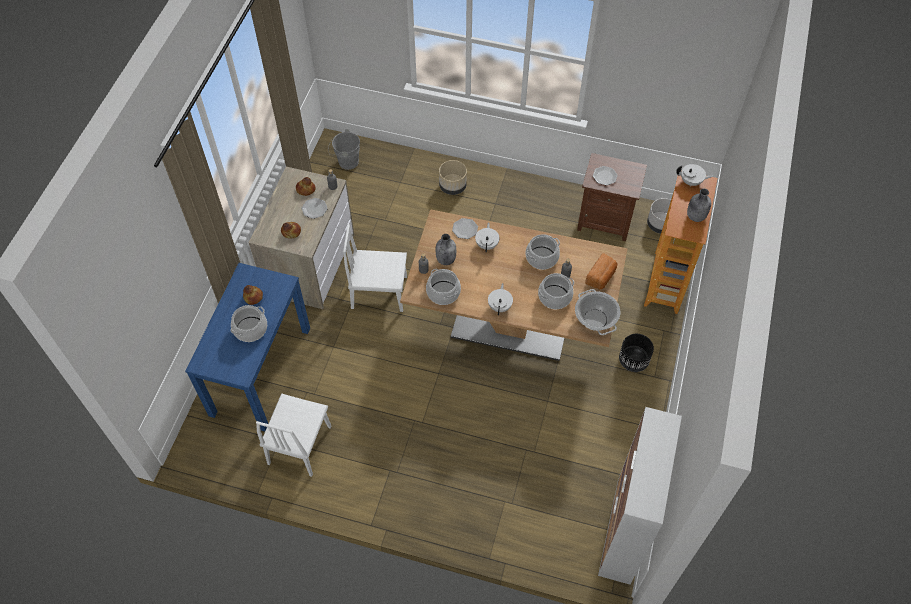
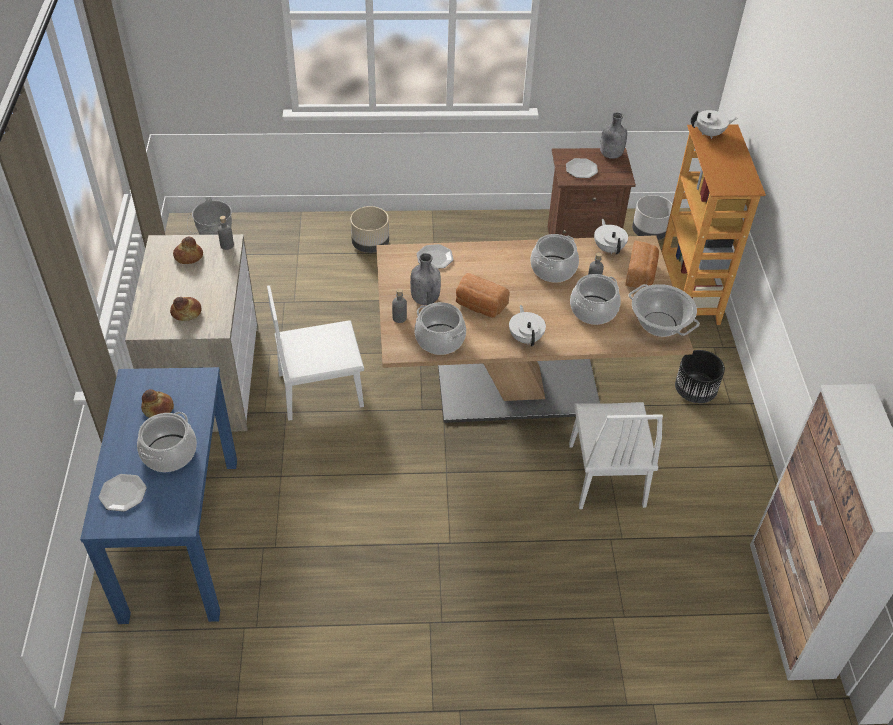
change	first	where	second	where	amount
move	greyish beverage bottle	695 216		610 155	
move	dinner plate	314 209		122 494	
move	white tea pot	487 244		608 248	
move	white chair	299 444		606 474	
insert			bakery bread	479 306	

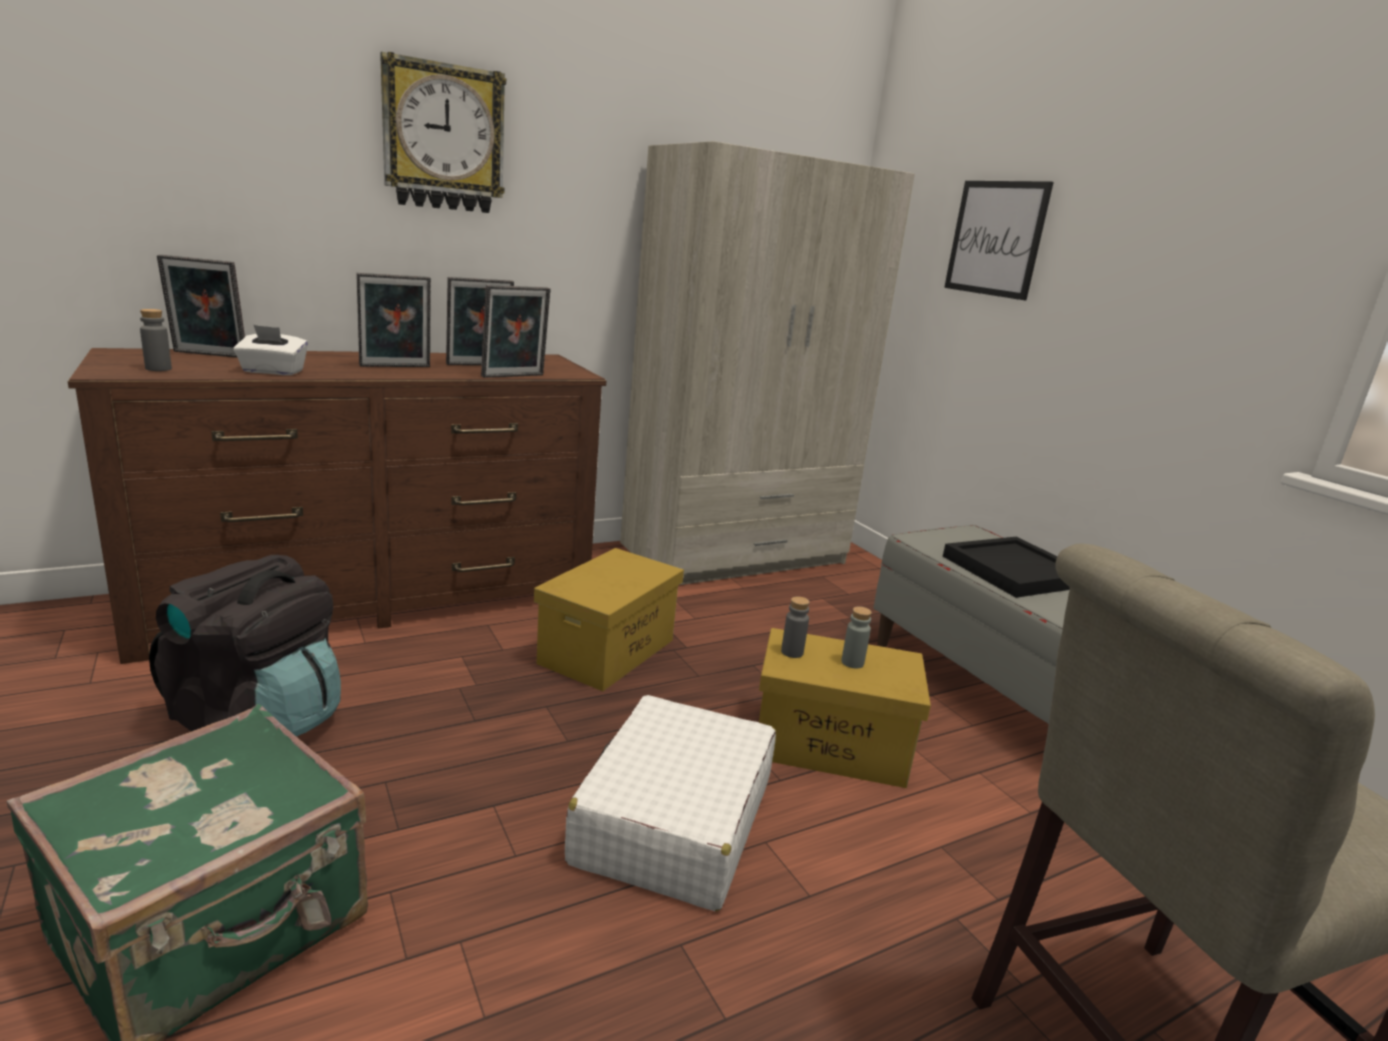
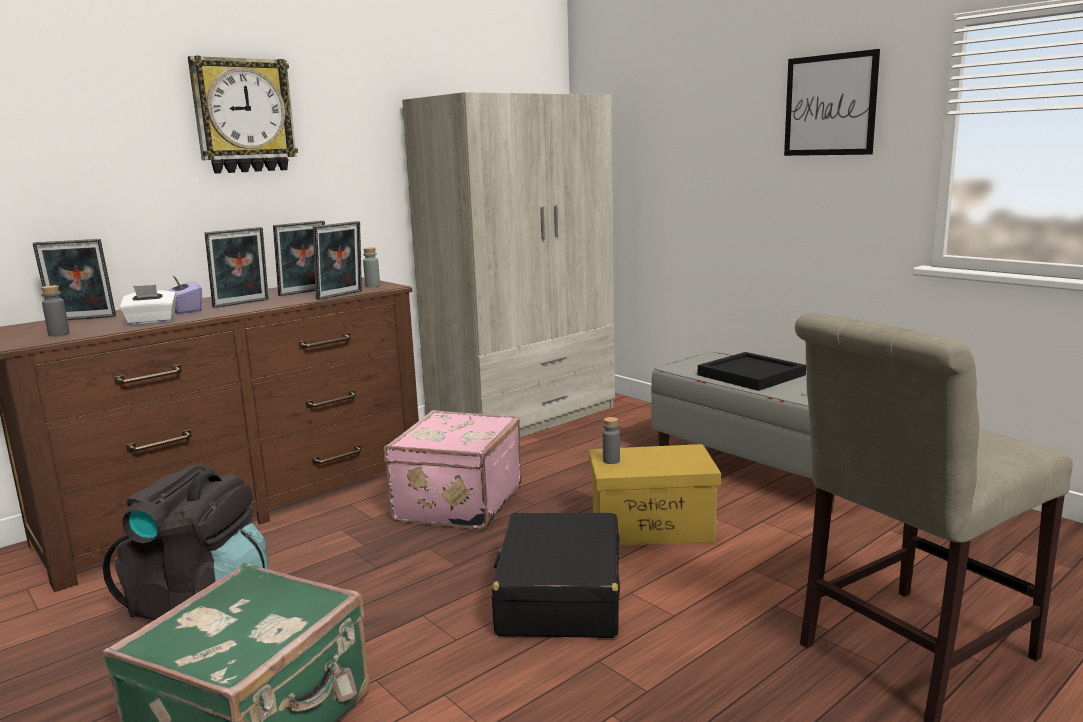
change	first	where	second	where	amount
move	wall picture	996 238		830 105	
replace	yellow-coloured storage box	607 652	pink travel case	456 503	
move	greyish beverage bottle	852 662		372 286	
recolor	white travel case	673 821	blackish travel case	560 595	
insert			purplish tissue holder	184 310	

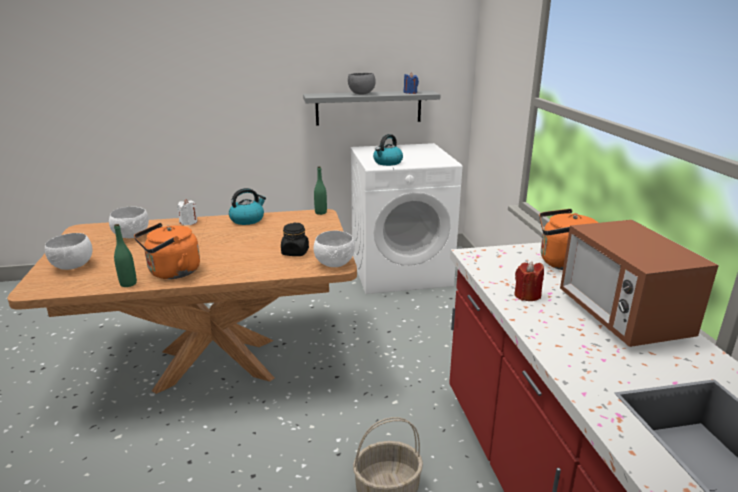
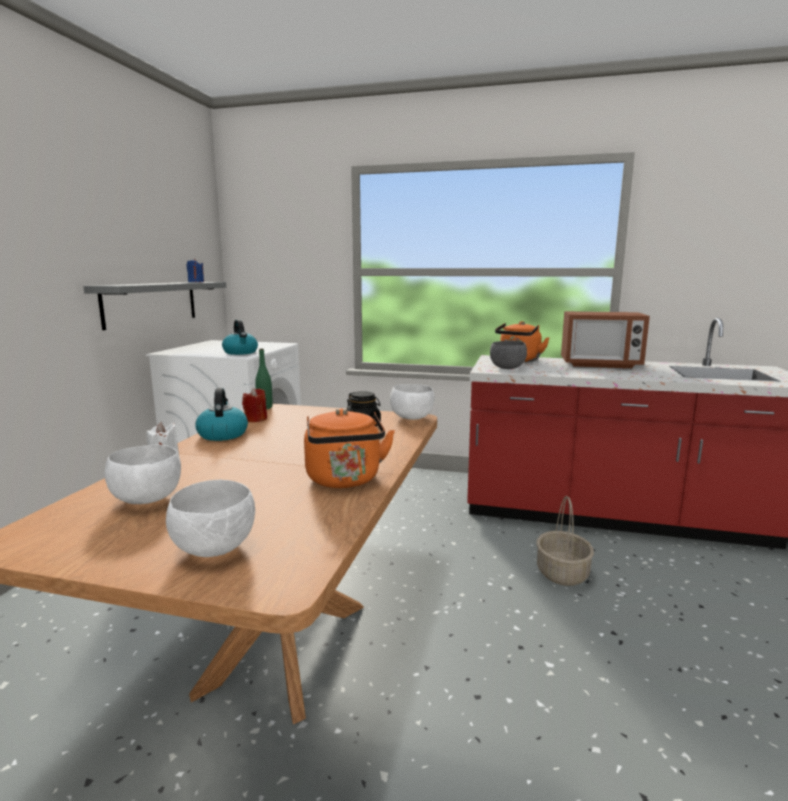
change	first	where	second	where	amount
move	greyish deep dish	361 94		508 368	
delete	green-coloured beverage bottle	128 284			
move	reddish candle	527 295		255 419	

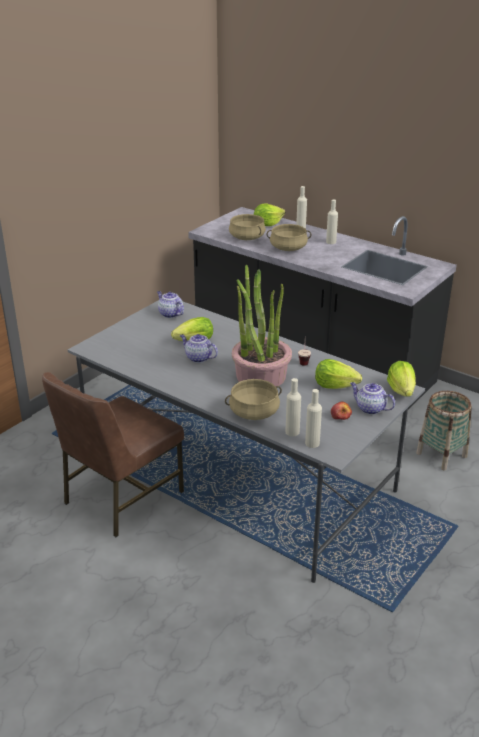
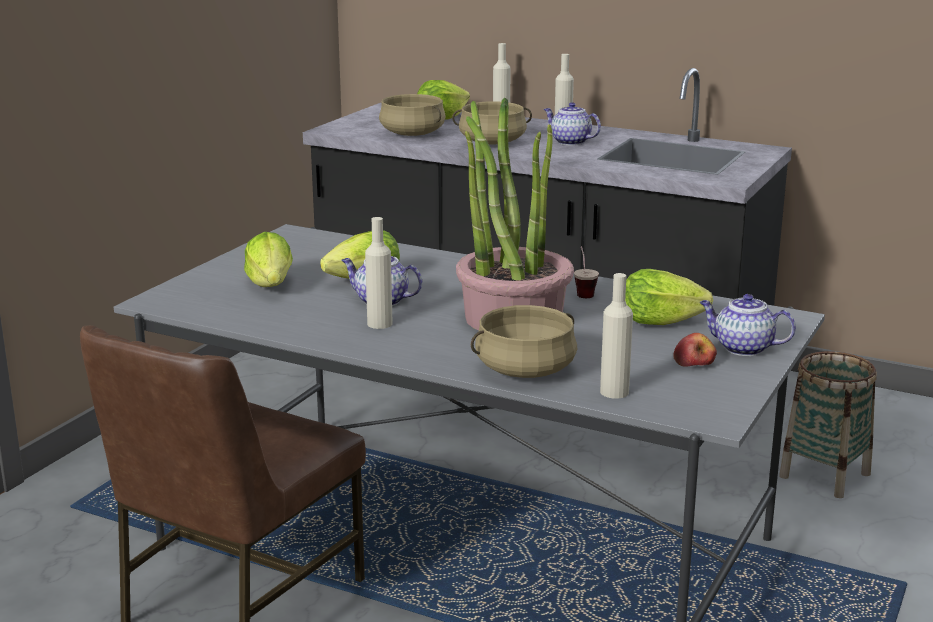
change	first	where	second	where	amount
move	tea pot	170 314		569 142	
move	head of lettuce	401 390		271 285	
move	beige beverage bottle	312 443		379 324	

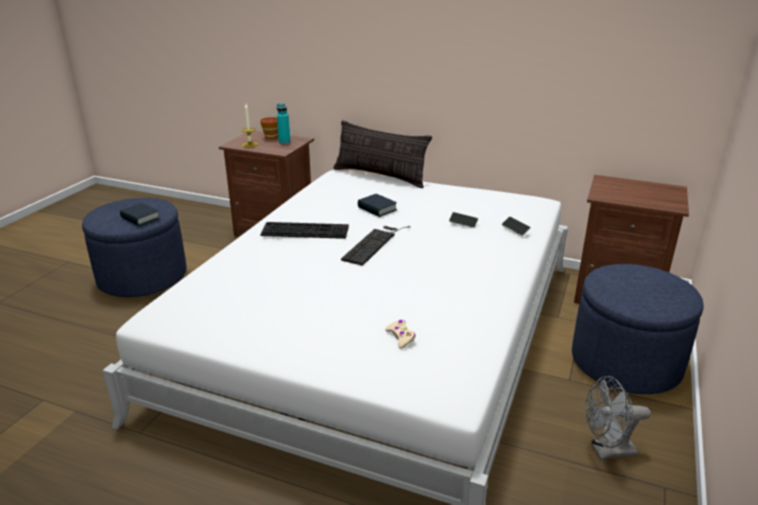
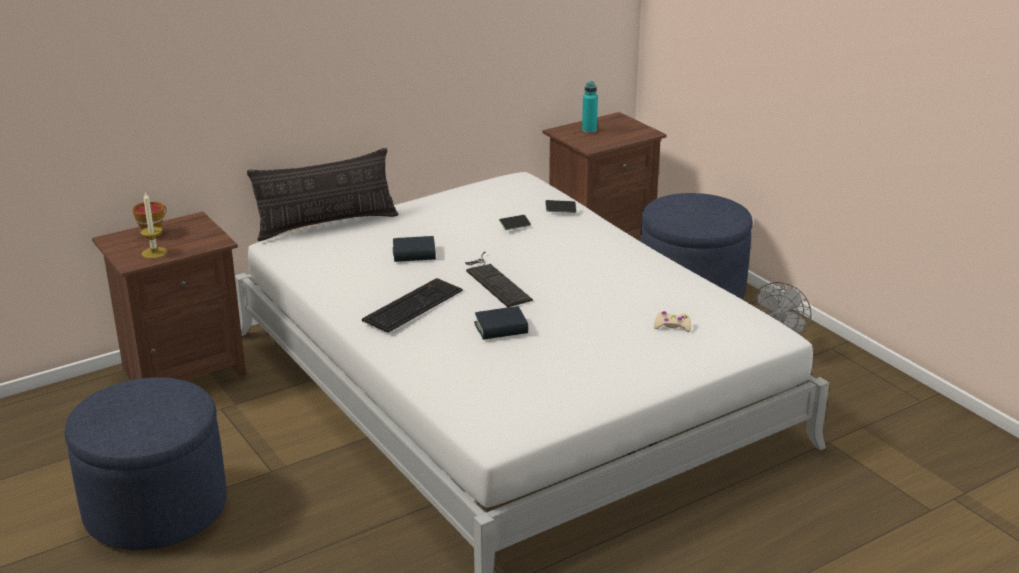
change	first	where	second	where	amount
move	turquoise beverage bottle	284 142		589 130	
move	volume	140 218		501 328	

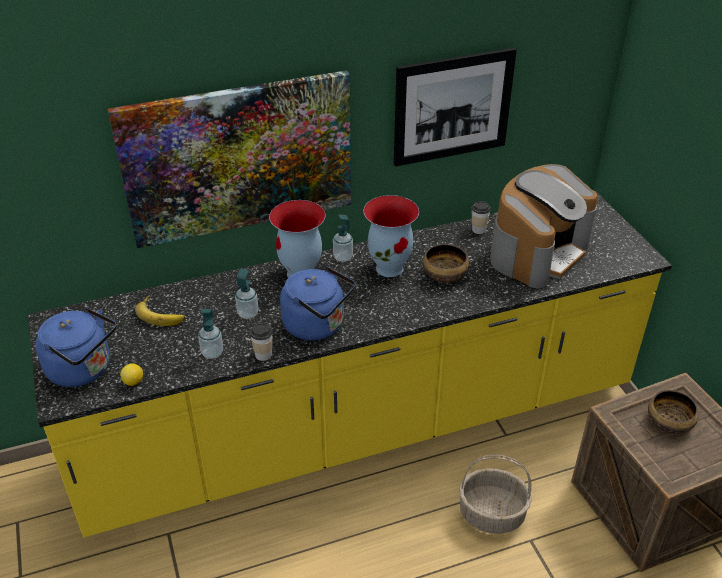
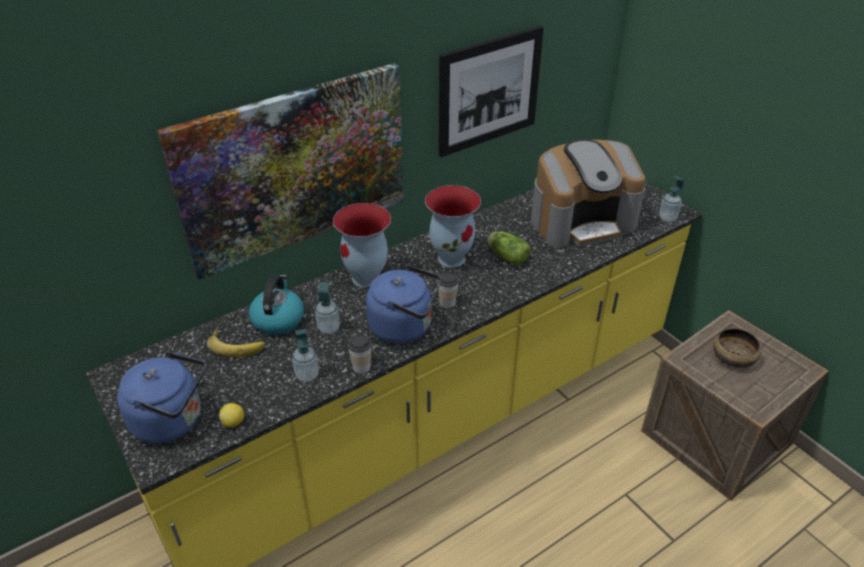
change	first	where	second	where	amount
rotate	coffee brewer	538 252		582 221	45 degrees clockwise
move	drinking cup	478 229		447 302	
move	soap bottle	343 257		667 218	
replace	deep dish	444 275	head of lettuce	506 256	
delete	storage basket	492 513			
insert			water kettle	278 319	

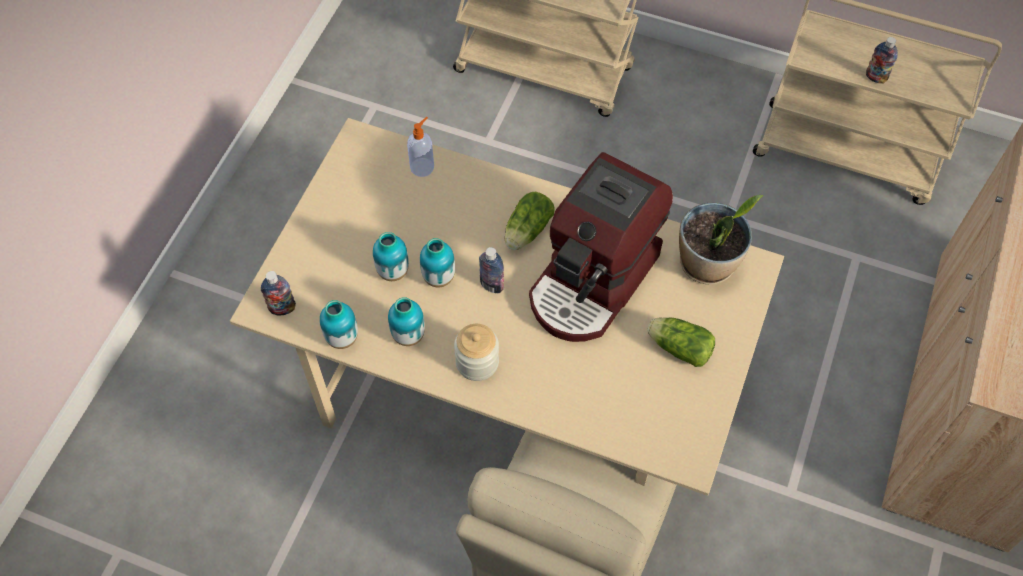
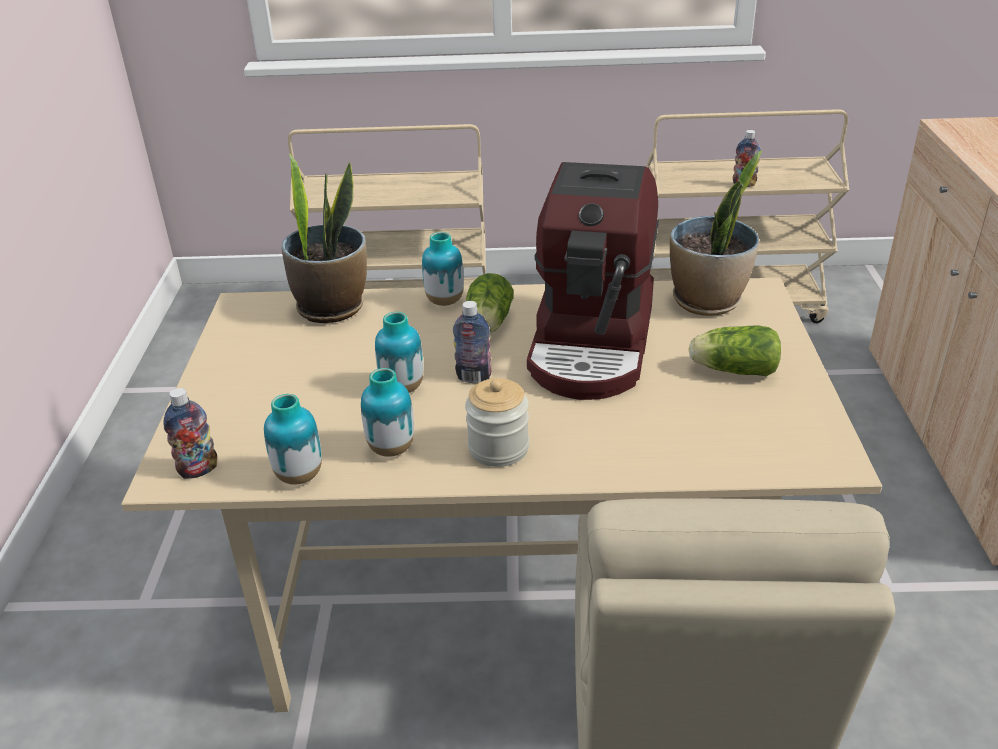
change	first	where	second	where	amount
replace	soap bottle	422 166	houseplant	332 307	
move	vase	393 272		445 301	

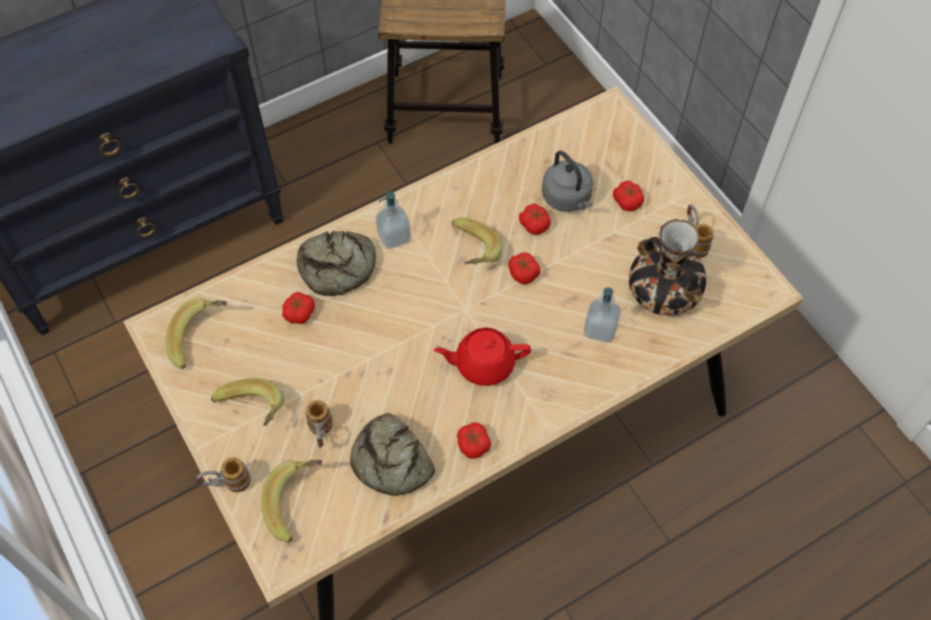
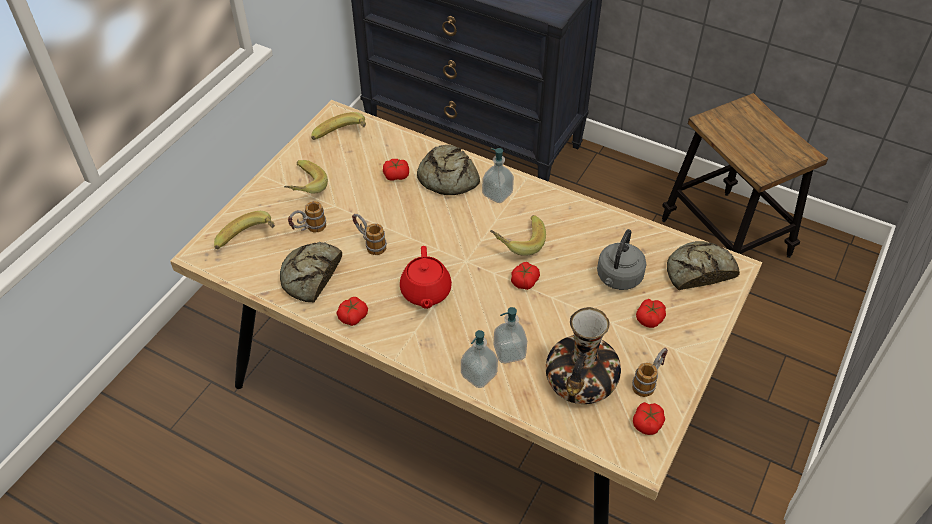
change	first	where	second	where	amount
move	fresh tomato	534 224		647 423	
rotate	reddish tea pot	483 364		425 292	150 degrees counterclockwise
move	mug	226 485		369 243	
insert			bakery bread	698 271	
insert			soap bottle	479 375	

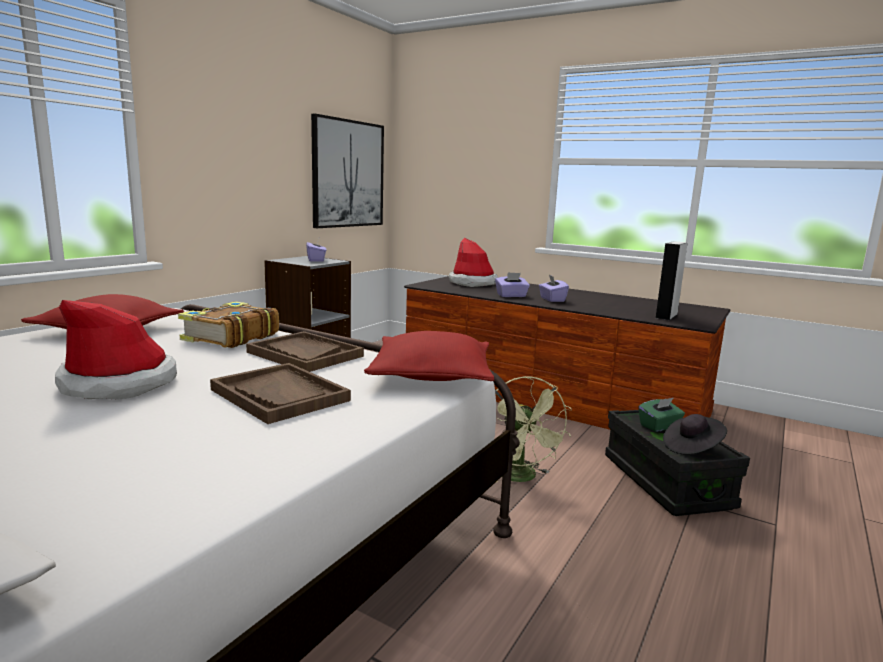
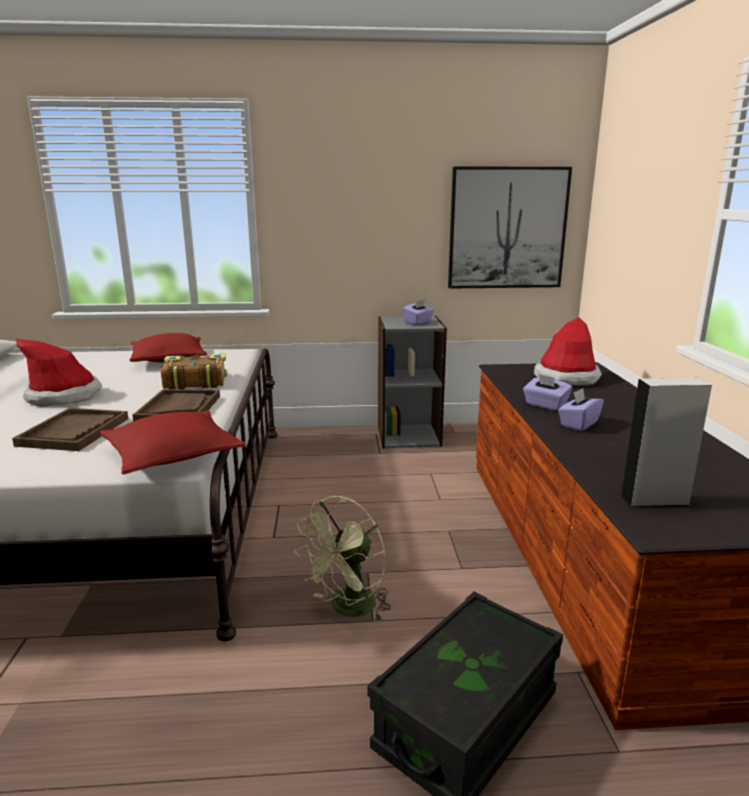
change	first	where	second	where	amount
delete	green-coloured tissue holder	659 426			
delete	blackish clothing hat	692 447			

